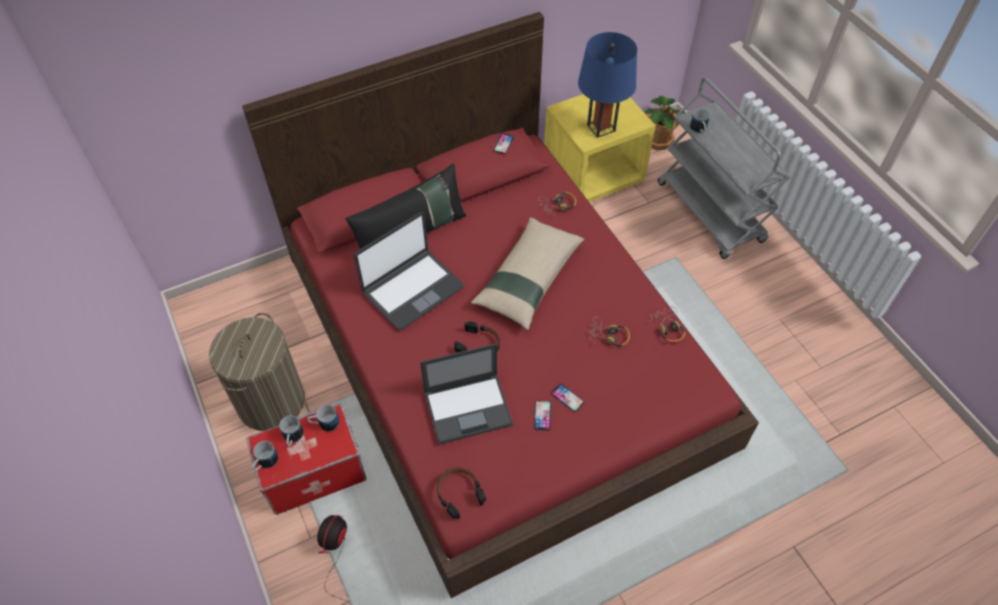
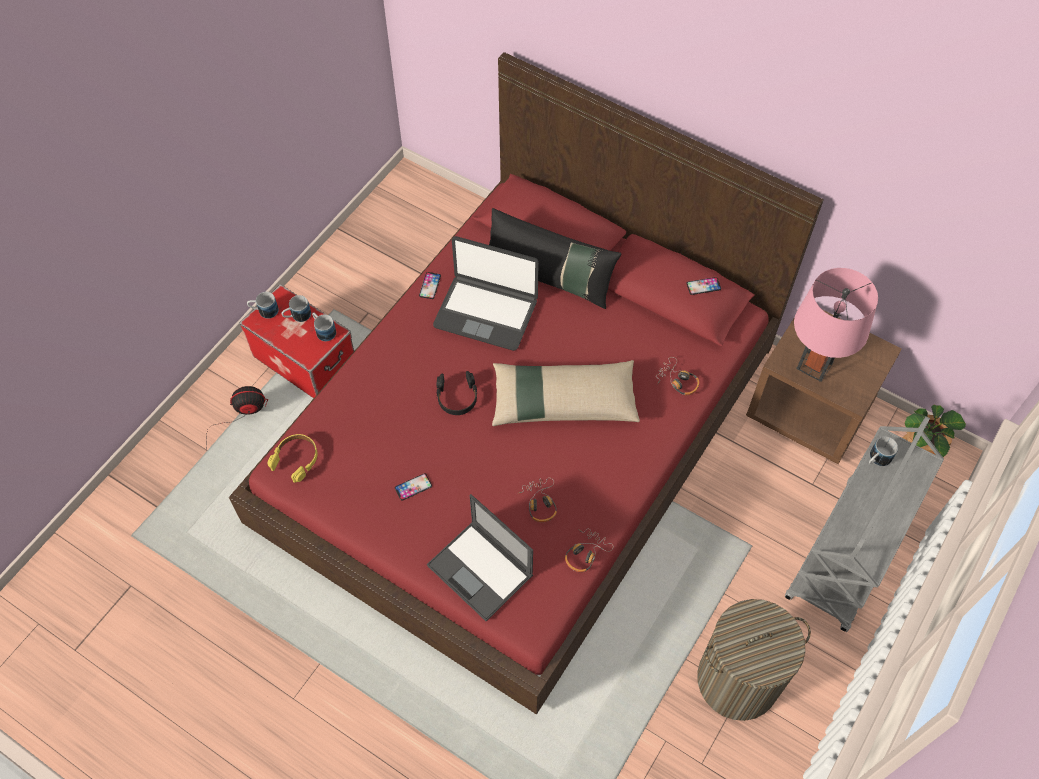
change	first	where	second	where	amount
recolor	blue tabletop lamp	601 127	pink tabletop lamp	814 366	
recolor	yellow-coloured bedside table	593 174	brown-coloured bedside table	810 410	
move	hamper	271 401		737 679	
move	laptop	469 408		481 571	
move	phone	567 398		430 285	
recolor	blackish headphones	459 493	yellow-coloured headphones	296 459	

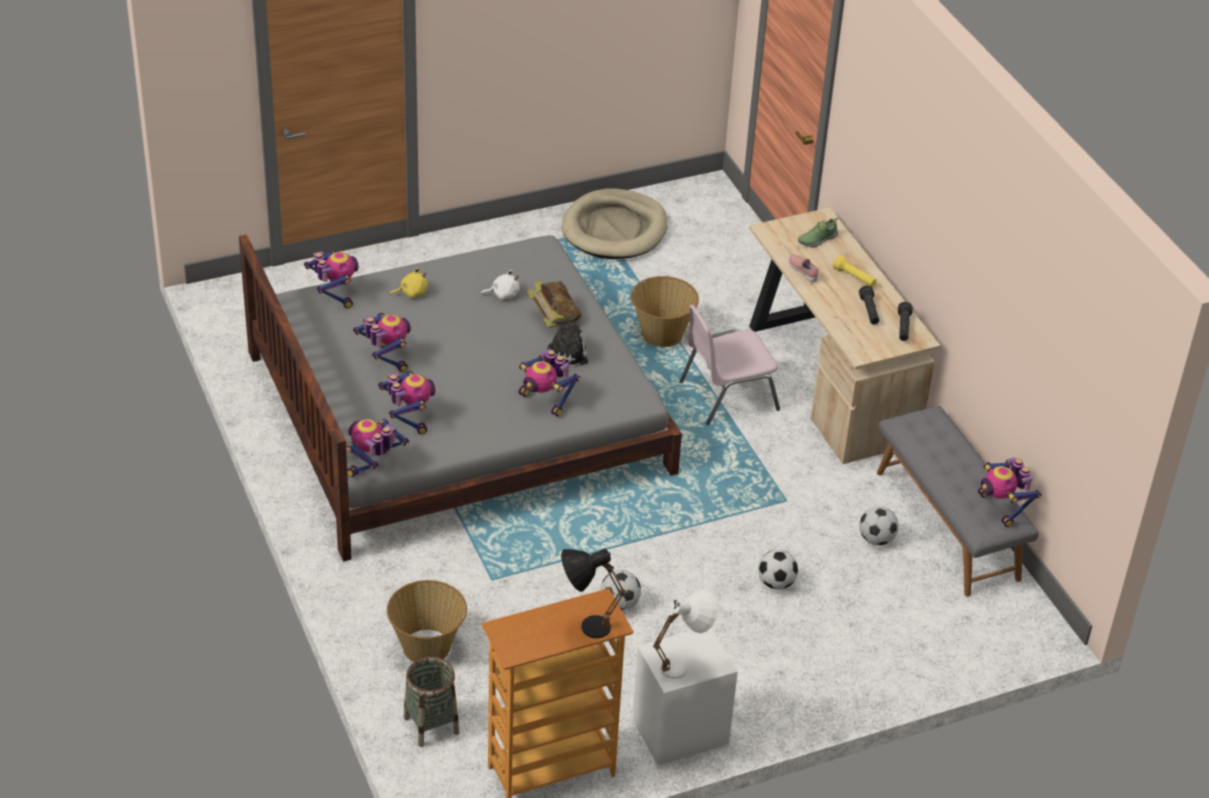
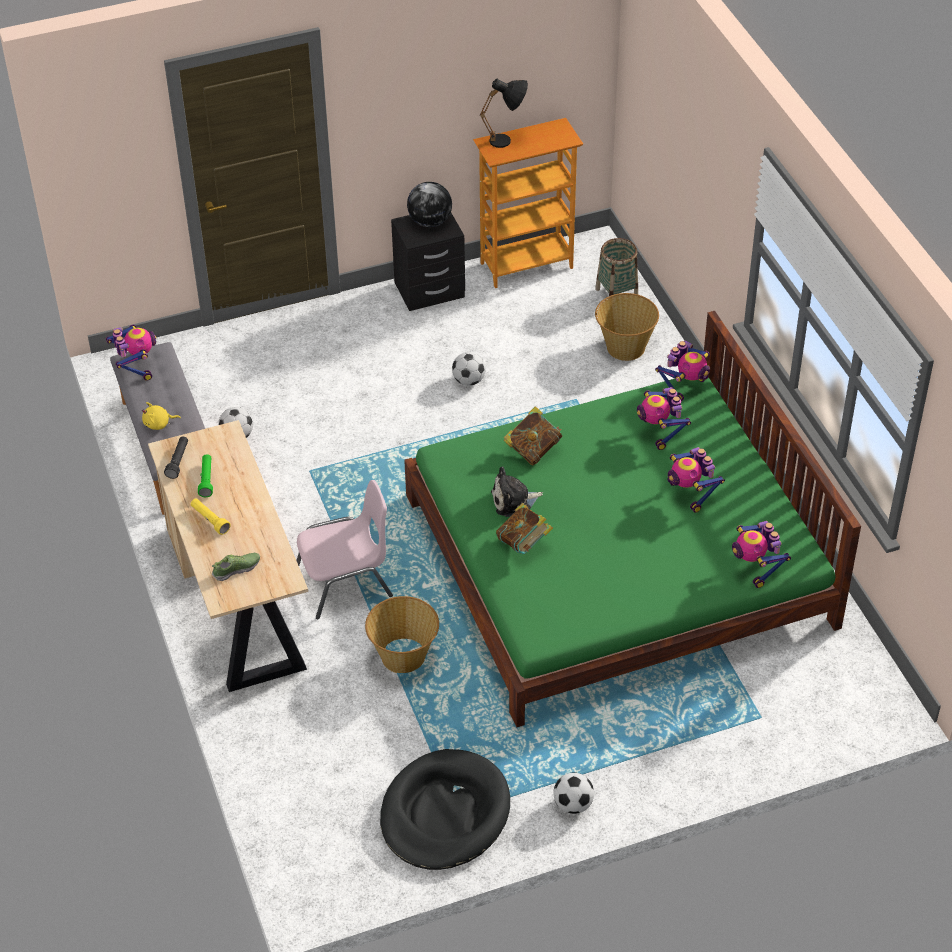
change	first	where	second	where	amount
recolor	beige pet bed	614 229	blackish pet bed	444 814	
recolor	greyish bed	457 412	green-coloured bed	617 559	
delete	pink low shoe	803 272			
move	yellow-coloured cuddly toy	412 292		159 424	
delete	white cuddly toy	503 294			
recolor	blackish torch	869 311	green-coloured torch	206 479	
replace	toy robot	545 401	volume	533 450	
move	football	776 583		573 804	
replace	white tabletop lamp	684 666	world globe	430 222	
recolor	white bedside table	680 732	blackish bedside table	429 290	

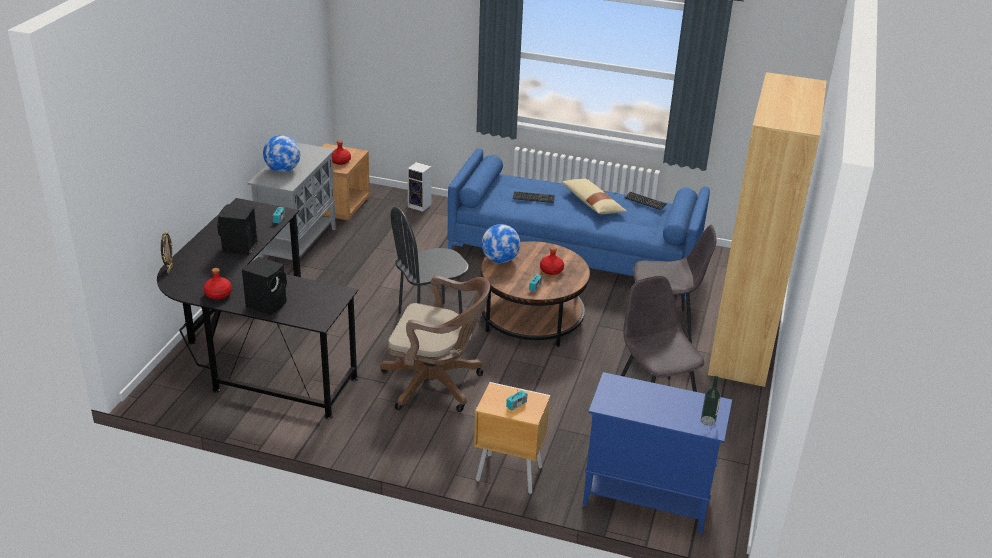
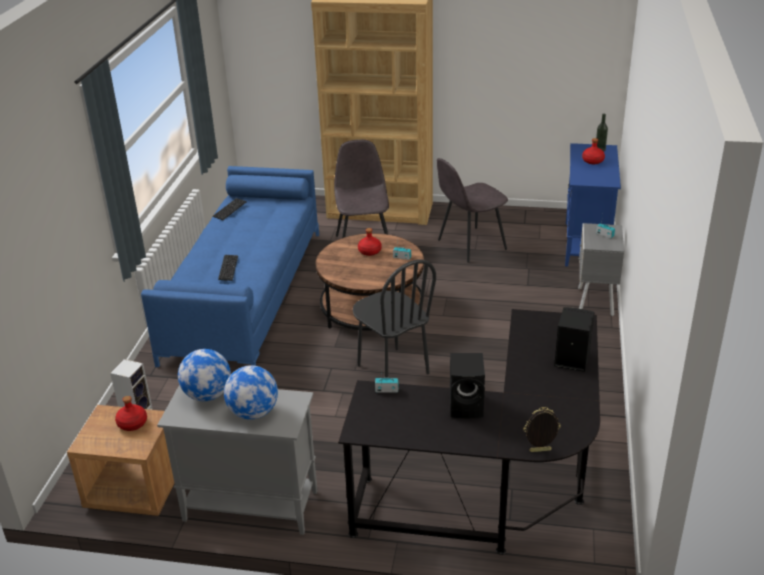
change	first	where	second	where	amount
delete	beige cushion	592 203			
move	world globe	500 260		207 395	
move	reddish beverage bottle	218 294		592 161	
delete	brown-coloured desk chair	437 385			
recolor	brown-coloured bedside table	508 473	greyish bedside table	594 302	

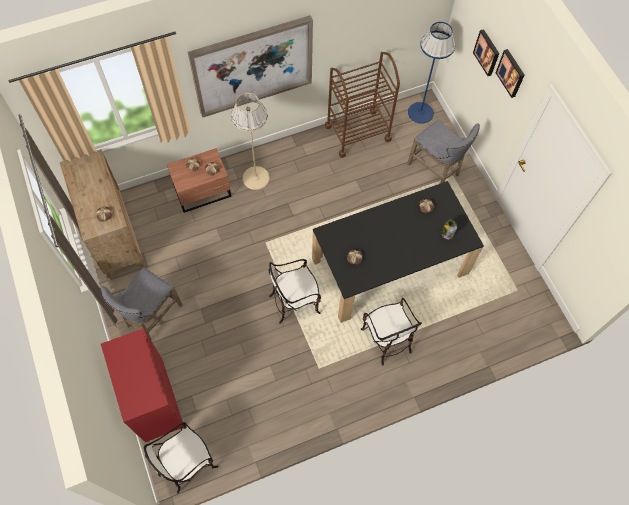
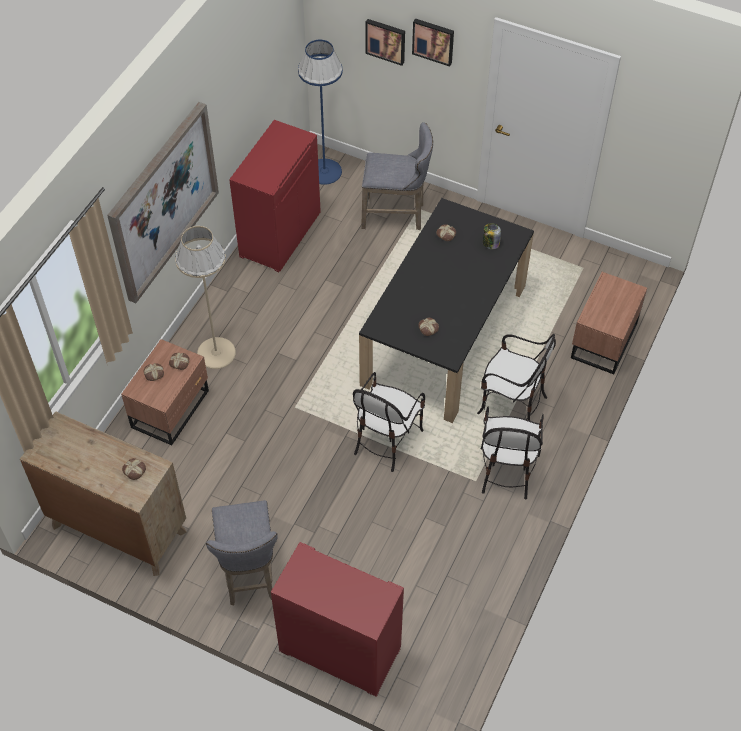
change	first	where	second	where	amount
replace	brown-coloured trolley	357 133	reddish cupboard	279 234	
move	chair	187 463		506 469	
insert			brown-coloured bedside table	602 341	

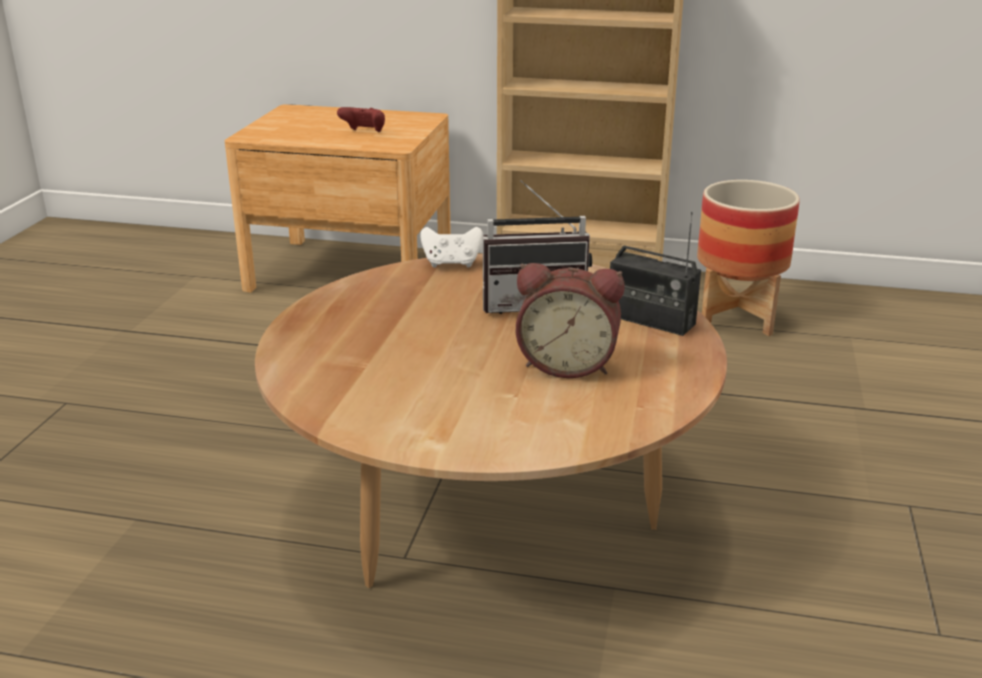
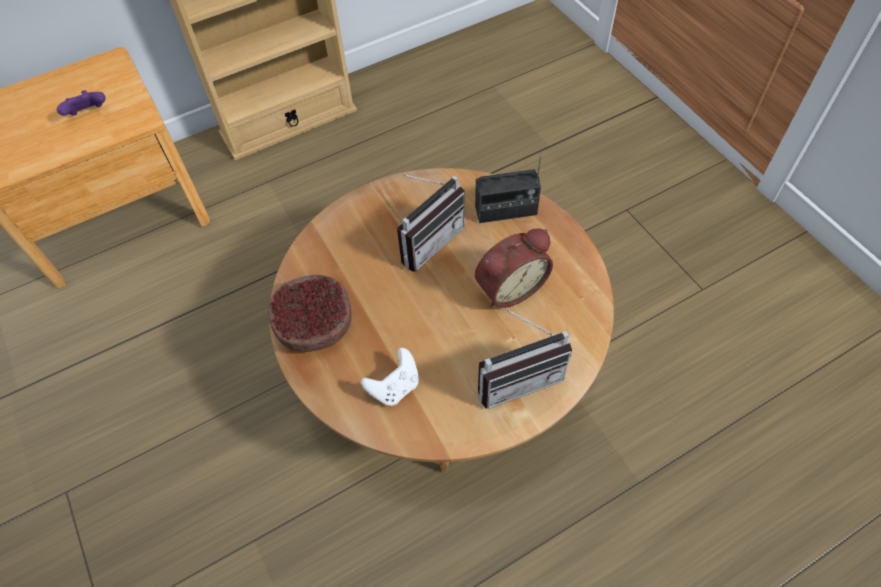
change	first	where	second	where	amount
recolor	reddish joypad	364 133	purplish joypad	89 114	
delete	plant pot	735 318			
move	white joypad	451 264		395 387	
insert			deep dish	315 325	
insert			radio receiver	517 377	

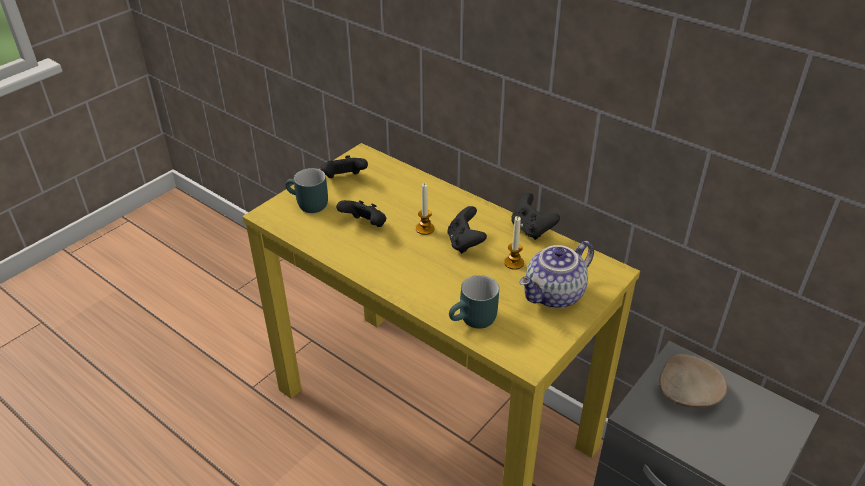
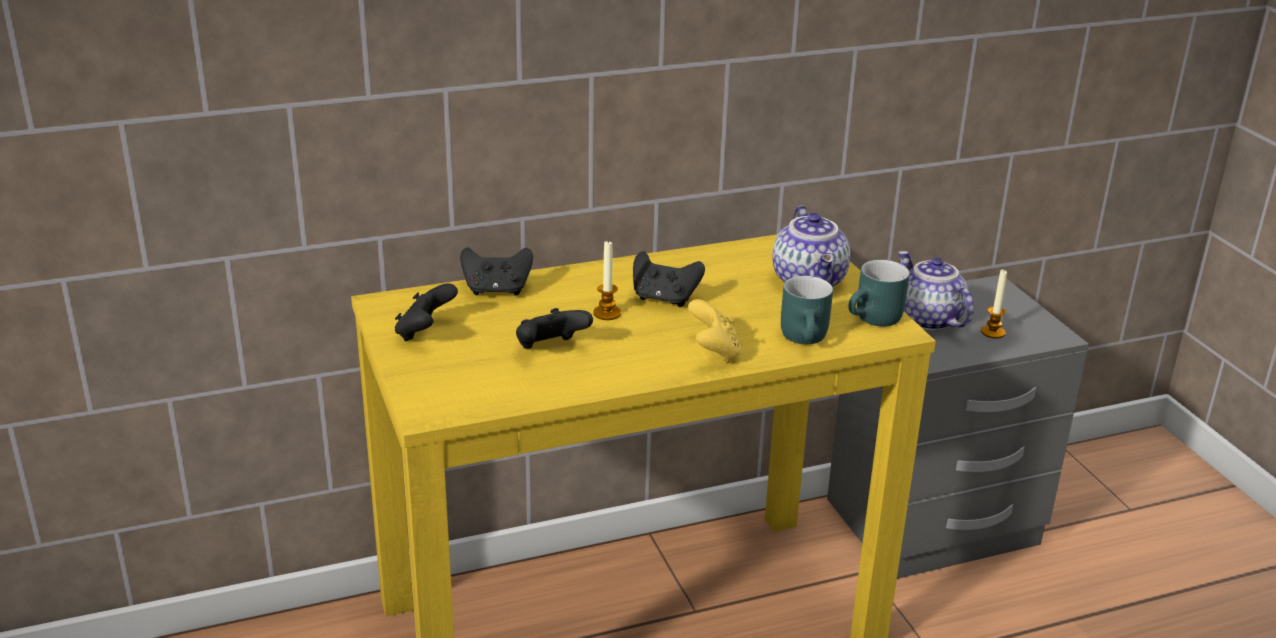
change	first	where	second	where	amount
move	turquoise mug	307 205		876 320	
move	blackish joypad	531 229		497 290	
move	candle	514 263		992 332	
replace	beige deep dish	688 392	tea pot	926 319	
insert			yellow-coloured joypad	714 352	

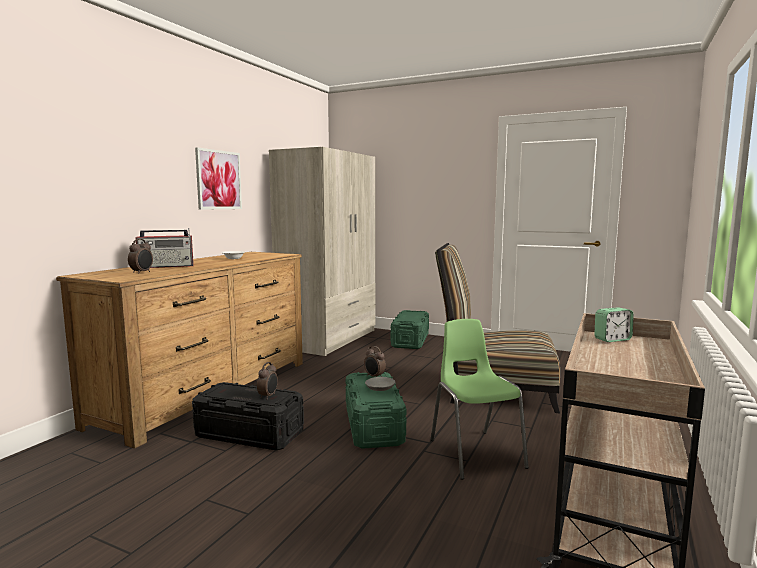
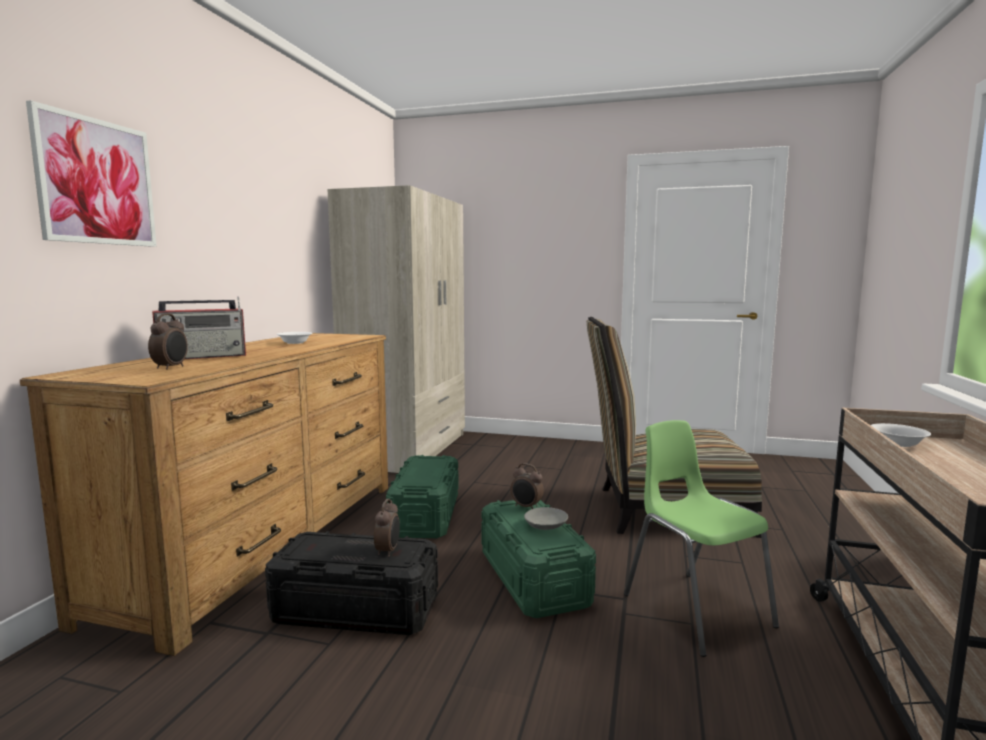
change	first	where	second	where	amount
move	wall picture	218 180		96 182	
replace	bedside clock	612 339	white deep dish	897 443	
move	green-coloured storage box	410 340		426 515	

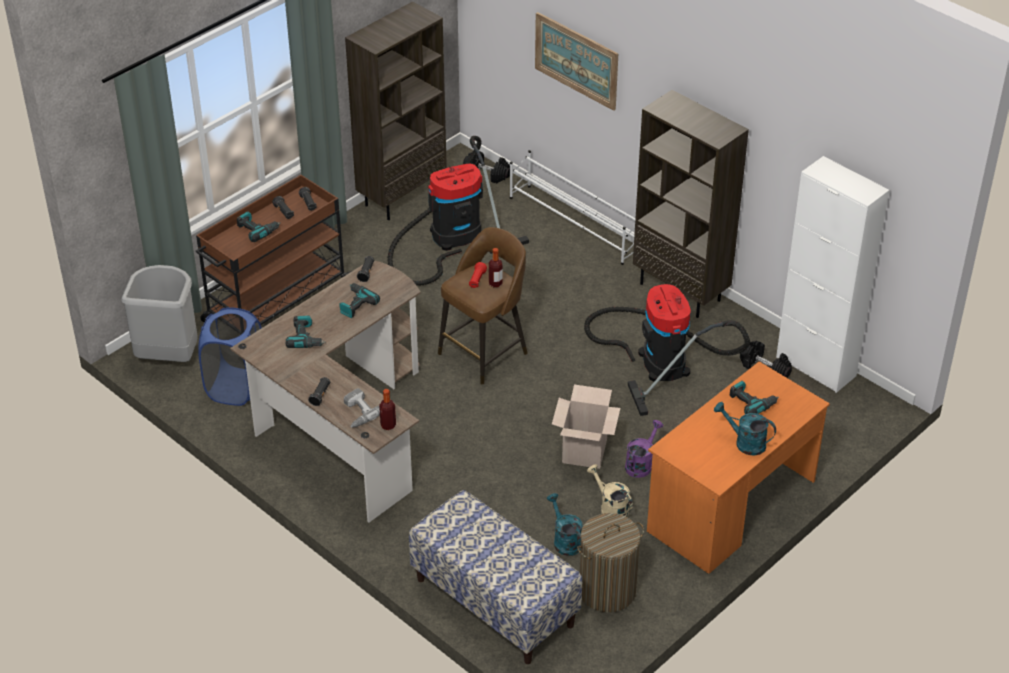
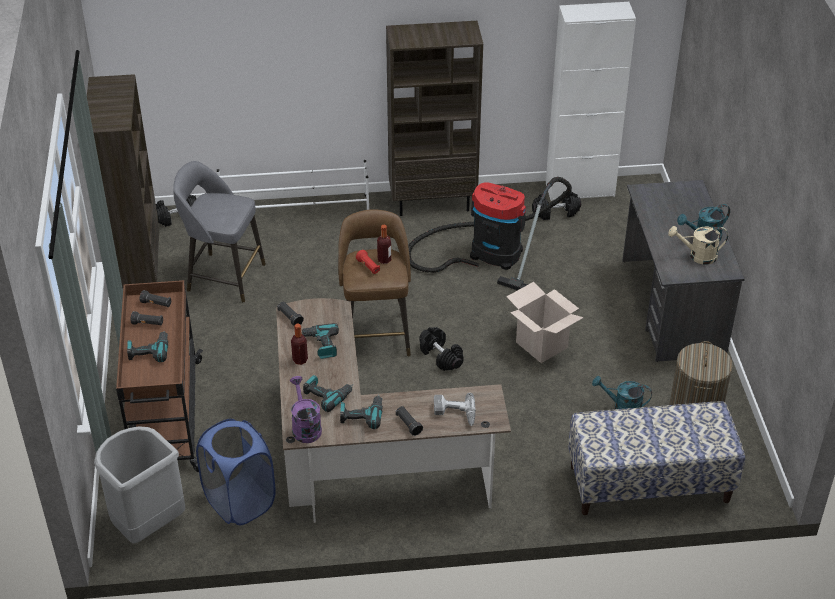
change	first	where	second	where	amount
delete	wall picture	576 60			
replace	vacuum cleaner	451 238	greyish stool seat	224 277	
recolor	orangey desk	731 506	greyish desk	672 307	
move	power drill	751 402		361 415	
move	beverage bottle	388 425		300 360	
move	purplish sprinkling can	641 463		305 427	
move	beige sprinkling can	610 508		697 256	
insert			blackish dumbbell	440 356	

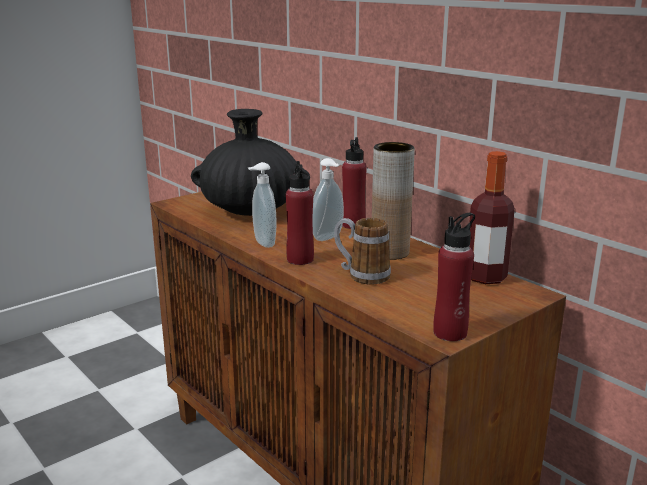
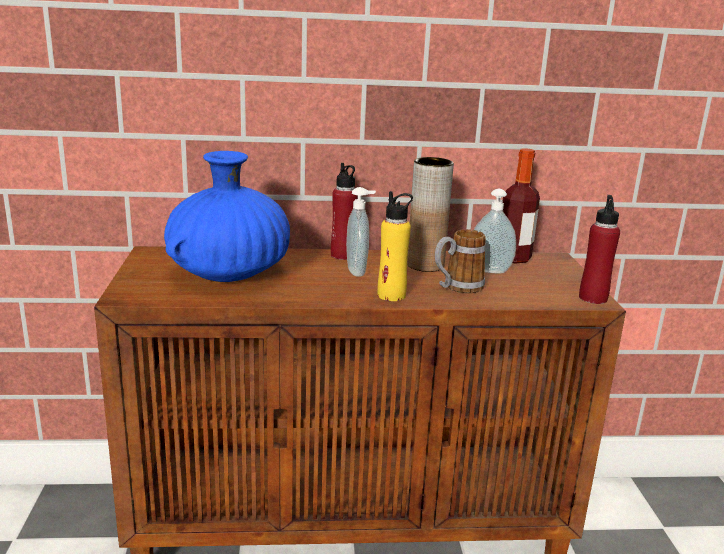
change	first	where	second	where	amount
recolor	blackish vase	251 211	blue vase	230 275	
recolor	reddish beverage bottle	300 259	yellow-coloured beverage bottle	391 295	
move	soap bottle	262 243		489 271	

